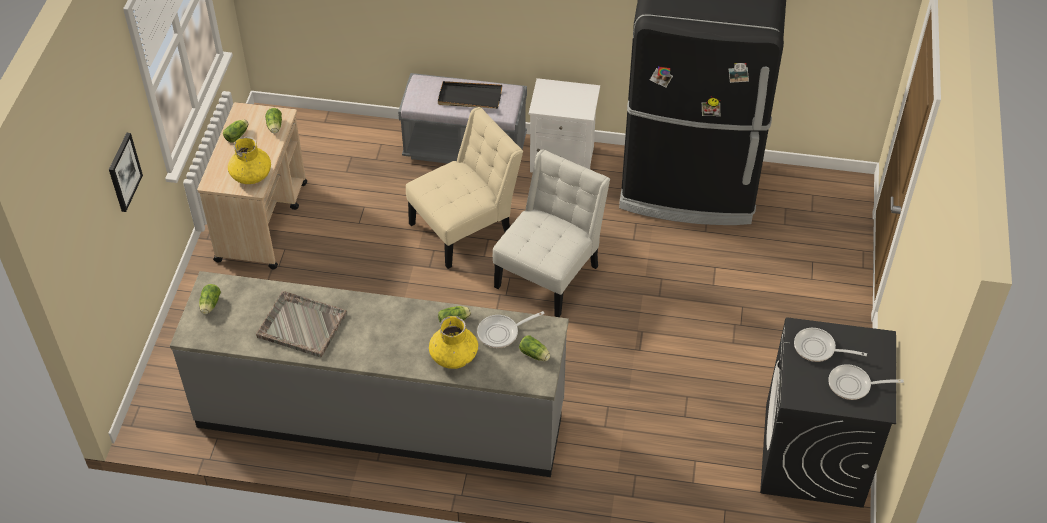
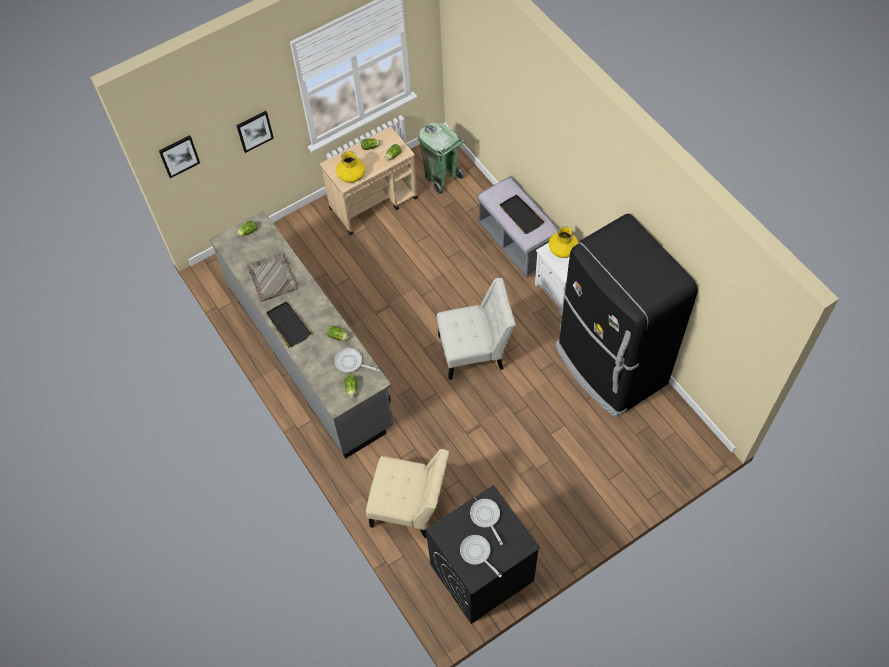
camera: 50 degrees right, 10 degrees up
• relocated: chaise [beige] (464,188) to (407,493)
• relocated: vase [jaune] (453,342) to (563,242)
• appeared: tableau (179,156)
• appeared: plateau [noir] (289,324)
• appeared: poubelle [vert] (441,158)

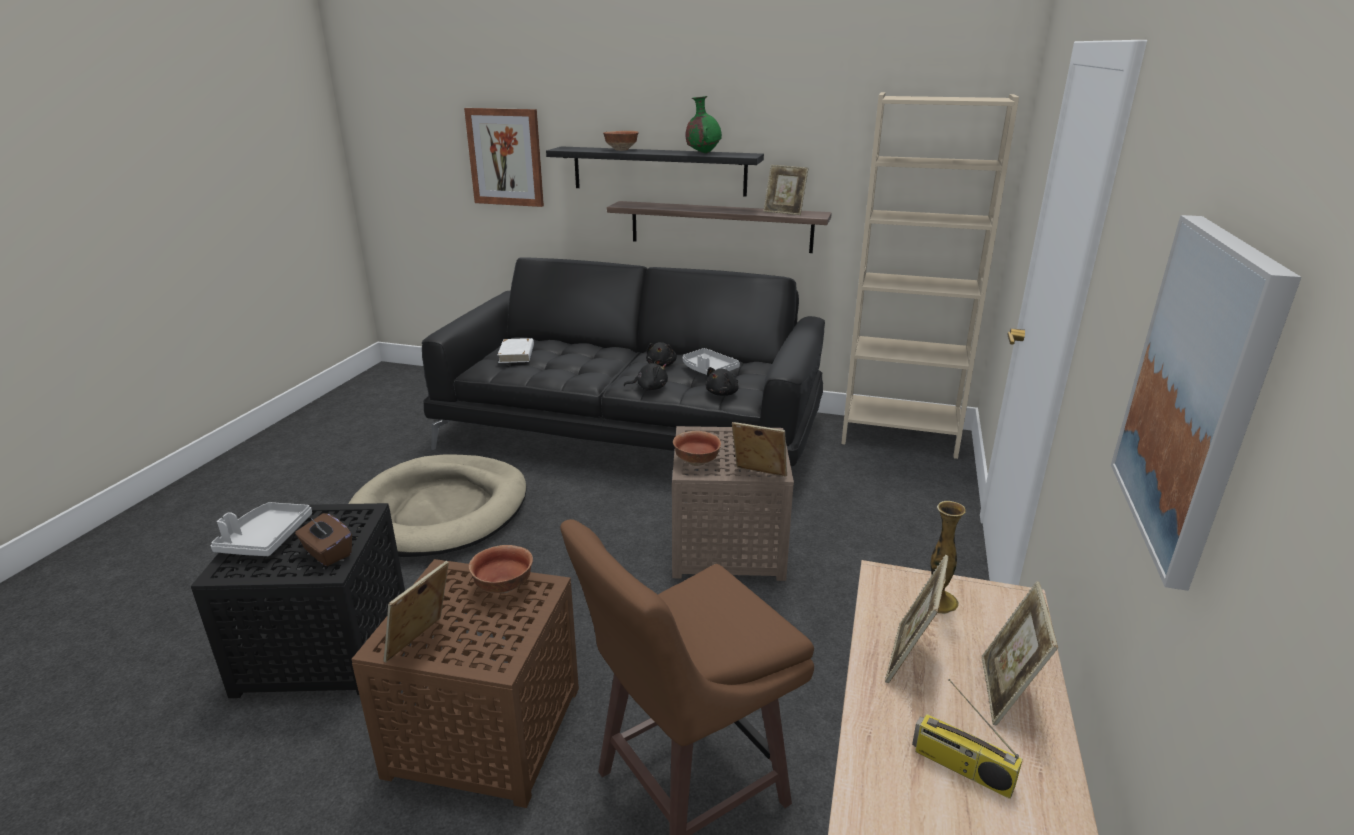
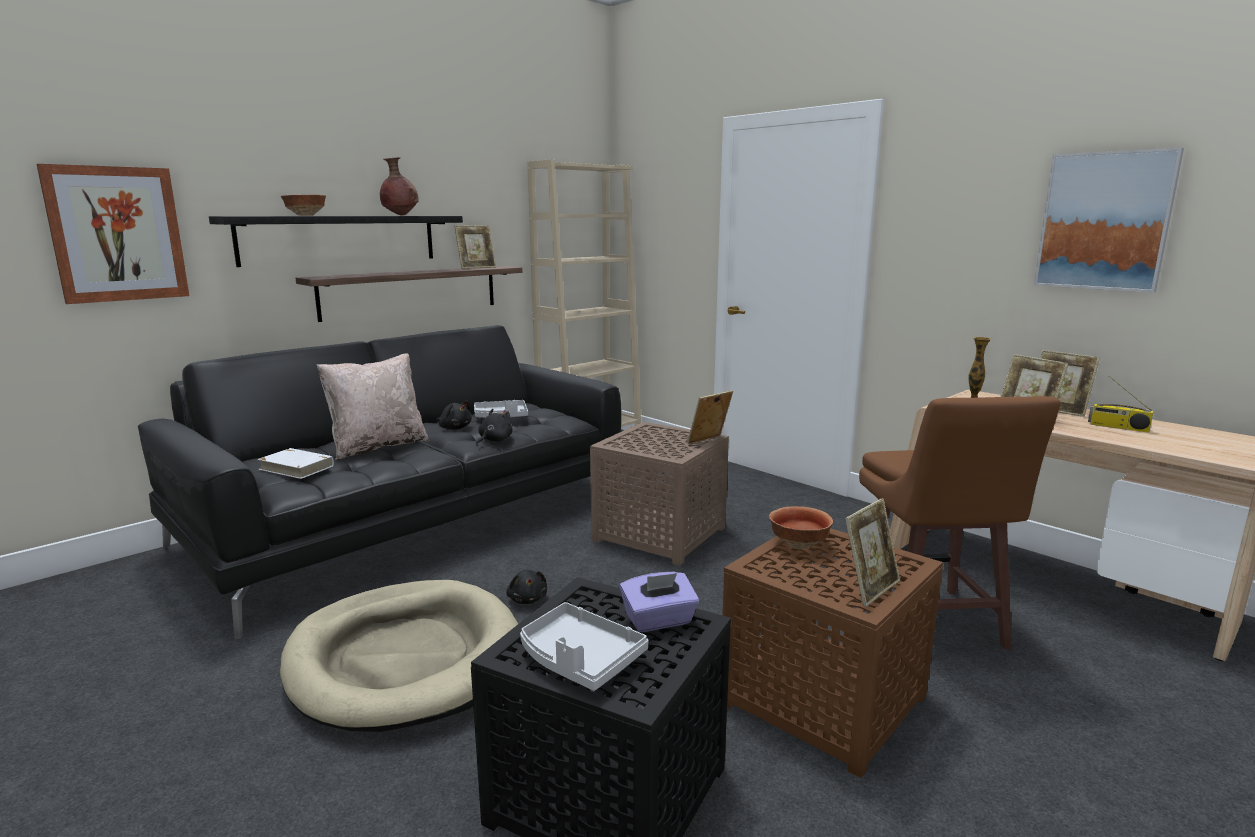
camera: 60 degrees left, 10 degrees down
• colour: boîte à mouchoirs [marron] (323,539) to boîte à mouchoirs [violet] (659,602)
• spun: cadre photo (416,611) = (872,552) 105 degrees counterclockwise
• missing: bol (697,448)
• colour: vase [vert] (704,124) to vase [marron] (399,186)
• relocated: peluche [noir] (722,381) to (526,587)
• spun: radio (967,739) = (1120,404) 60 degrees clockwise
• appeared: coussin [beige] (373,406)

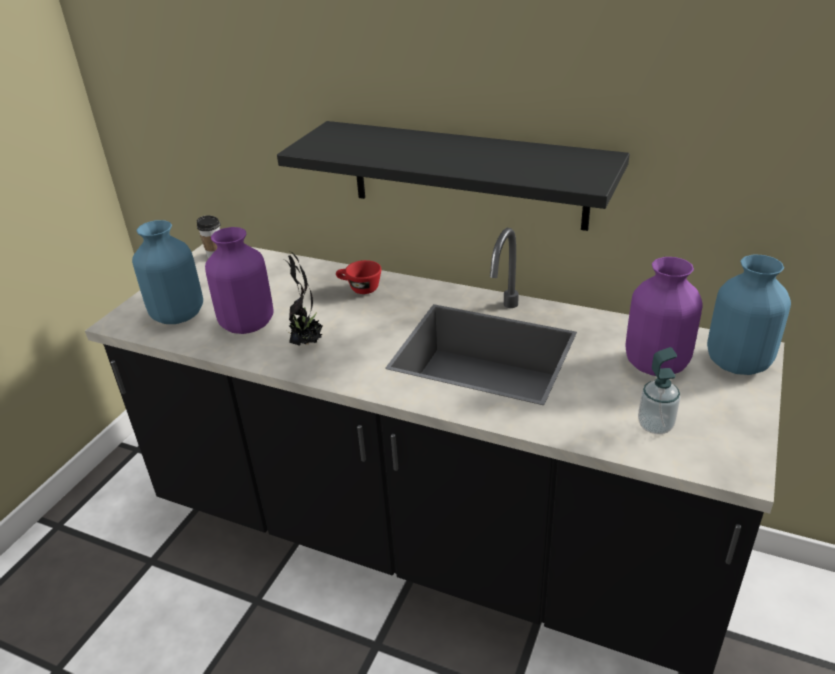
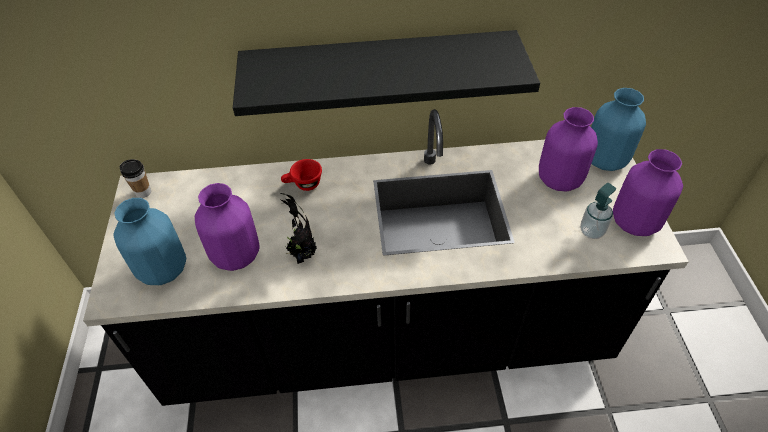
camera: 30 degrees left, 15 degrees up
• appeared: vase [violet] (648,192)

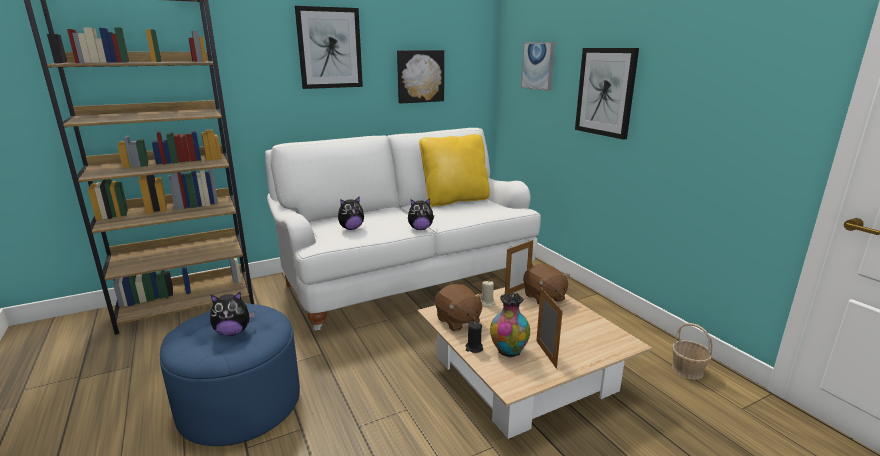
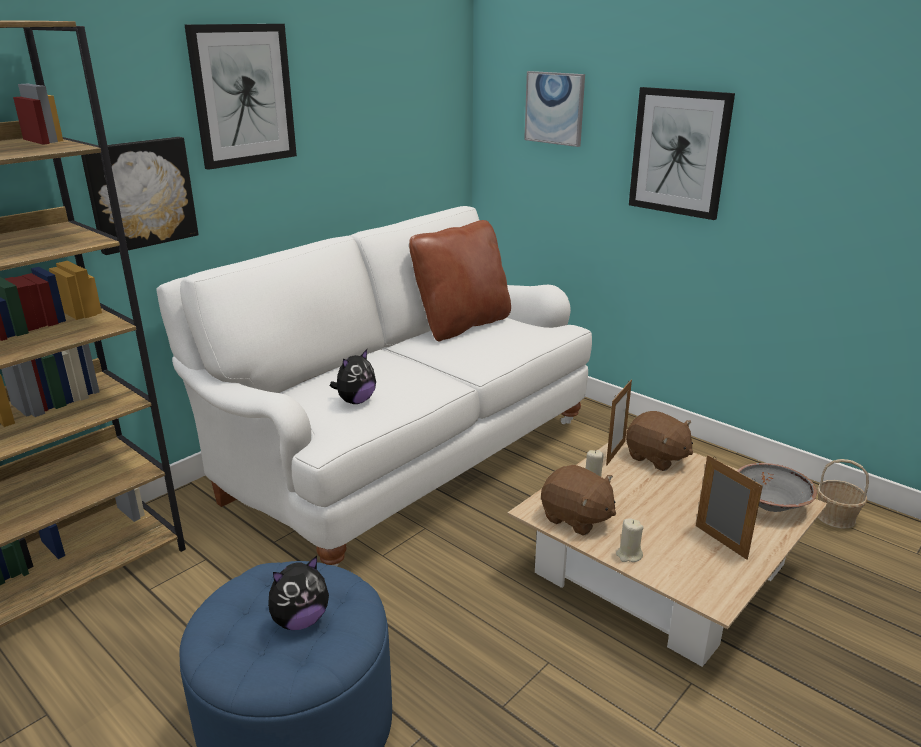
camera: 20 degrees left, 5 degrees up
• relocated: tableau (420,77) to (140,196)
• missing: peluche (421,214)
• colour: coussin [jaune] (454,170) to coussin [marron] (460,281)
• colour: bougie [noir] (474,337) to bougie [beige] (629,540)
• missing: vase (510,325)
• appeared: bol [gris] (777,487)

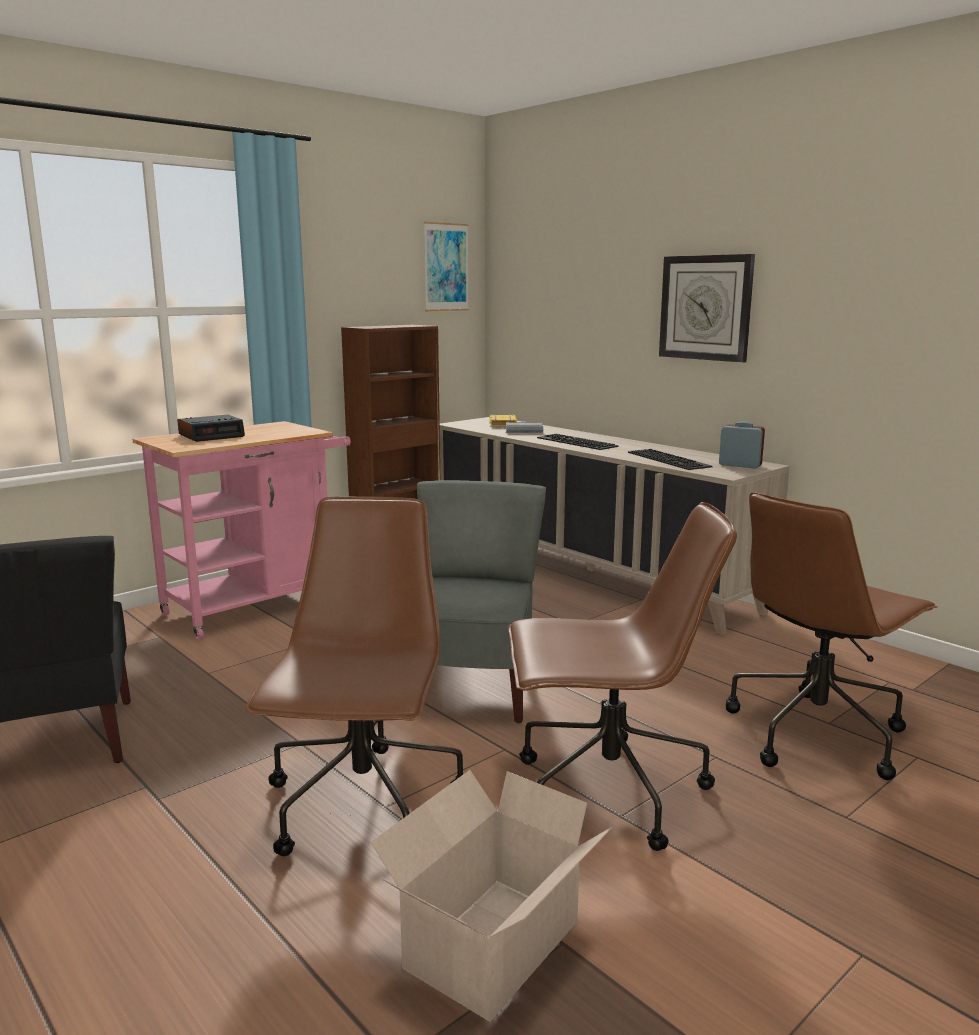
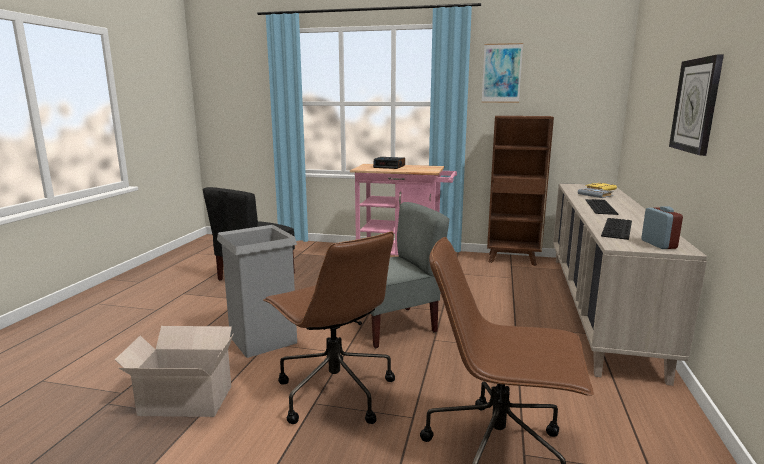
camera: 55 degrees right, 0 degrees up
• exchanged: chaise de bureau [marron] (354,676) to poubelle [gris] (257,291)
• relocated: tableau (446,266) to (502,73)

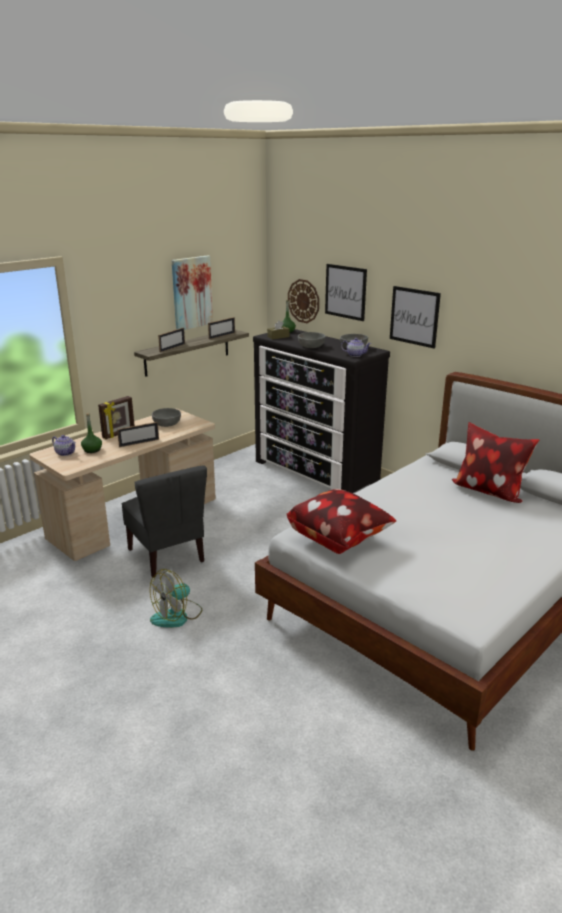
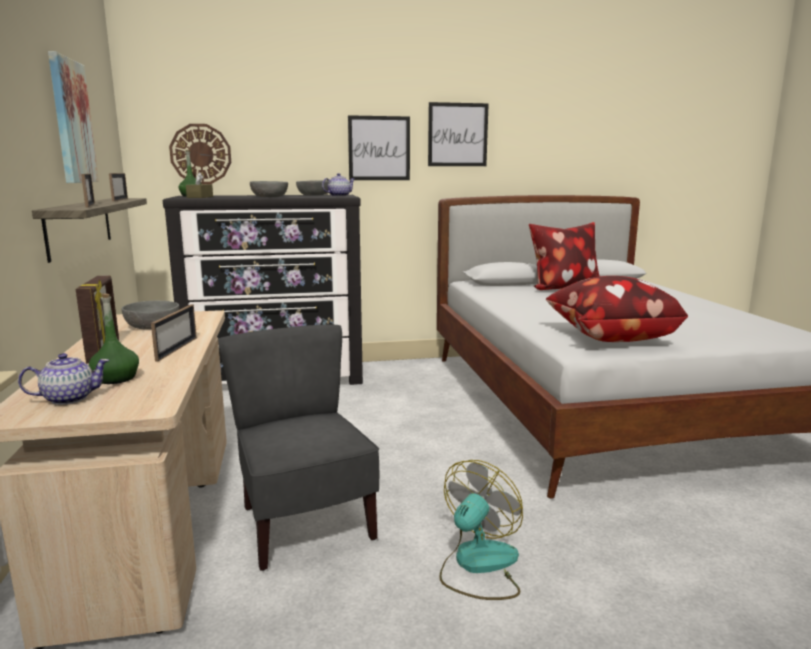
camera: 55 degrees left, 10 degrees down
• spun: chaise [gris] (164,521) = (298,448) 120 degrees counterclockwise
• spun: ventilateur (176,598) = (481,530) 135 degrees counterclockwise
• relocated: tableau (346,292) to (458,134)

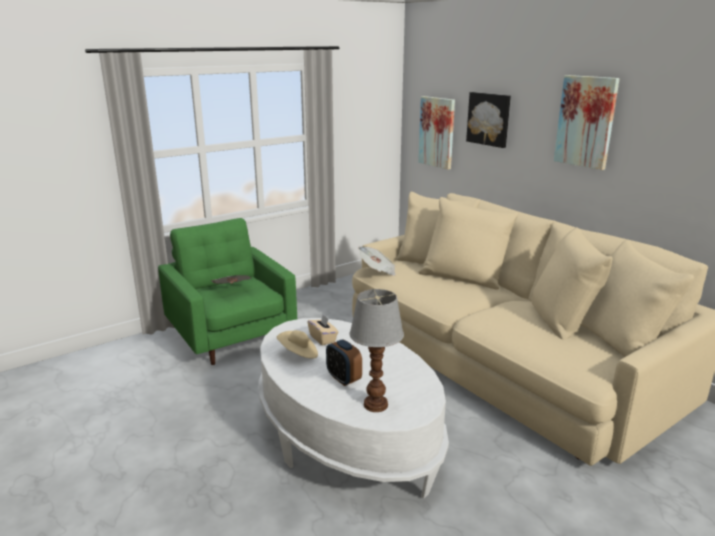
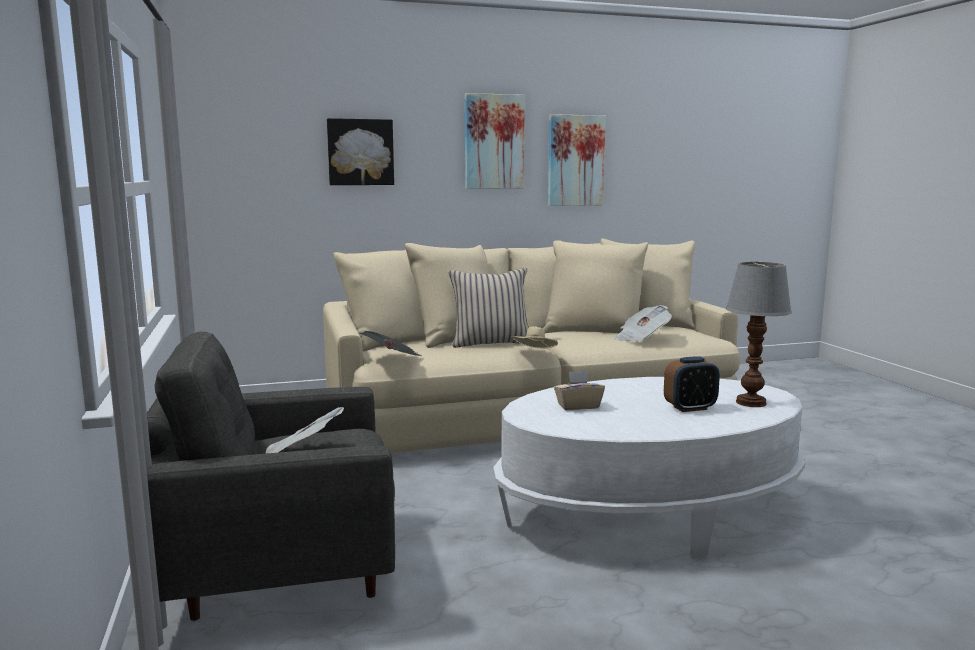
camera: 70 degrees left, 10 degrees down
• colour: fauteuil [vert] (227,291) to fauteuil [gris] (270,476)
• relocated: chapeau [beige] (297,344) to (534,338)
• relocated: tableau (436,133) to (577,160)
• appeared: coussin [beige] (488,308)
• appeared: journal (643,323)

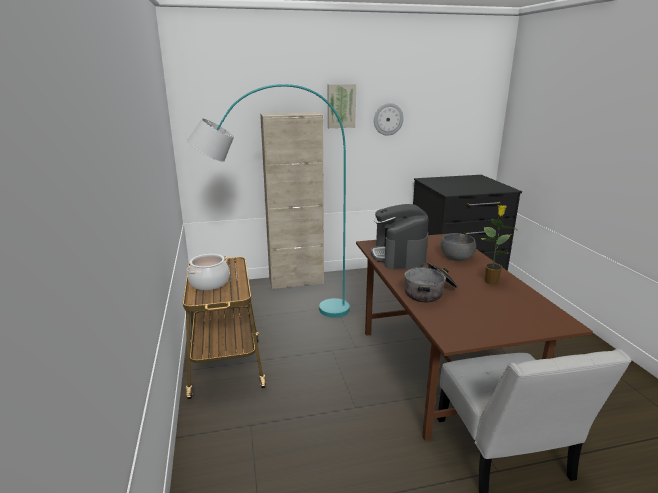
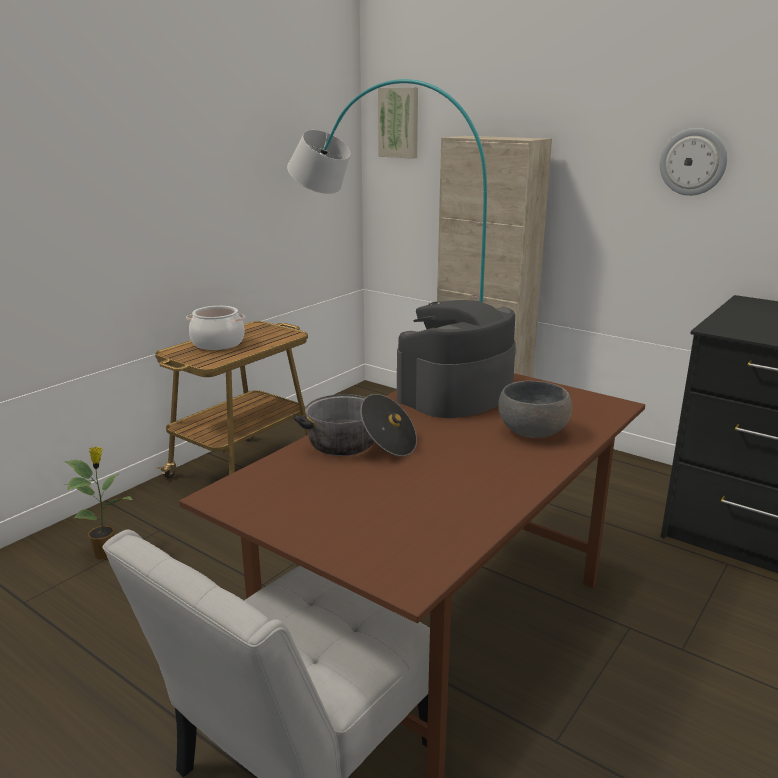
camera: 50 degrees right, 0 degrees up
• relocated: tableau (342,106) to (398,123)
• relocated: plante en pot (499,245) to (98,503)

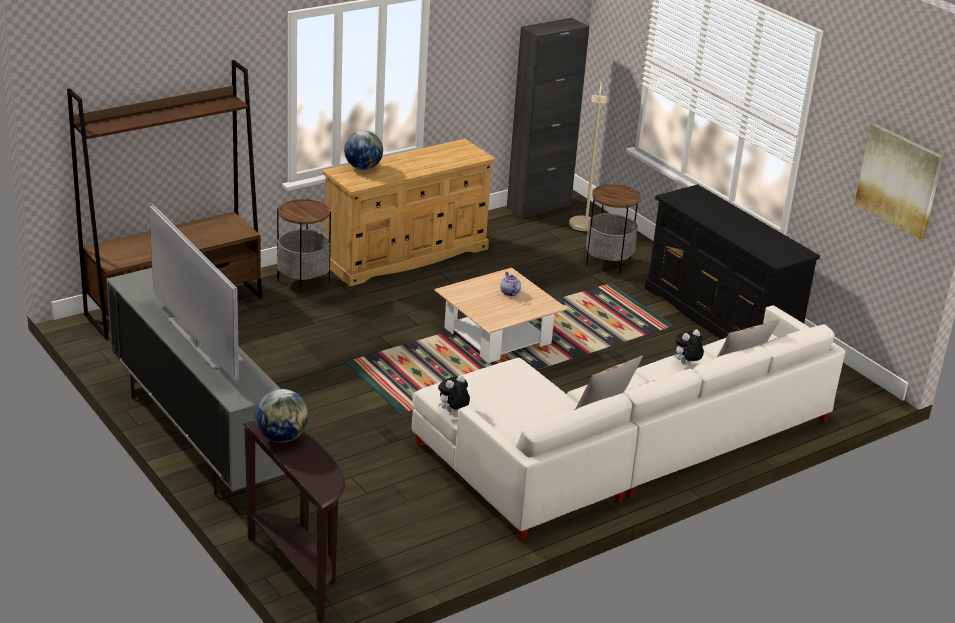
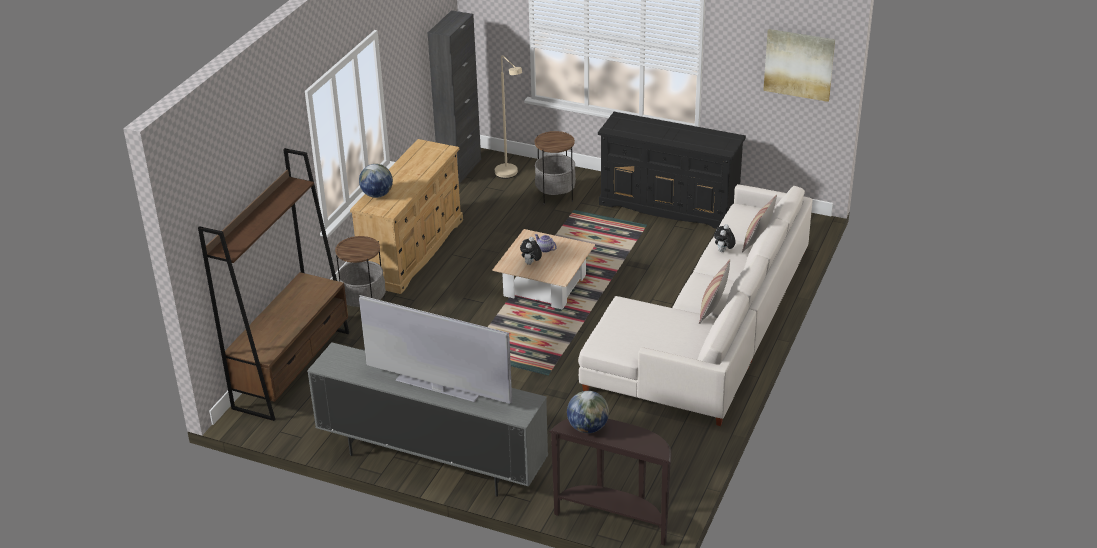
camera: 30 degrees left, 5 degrees up
• relocated: peluche (454,393) to (531,251)

